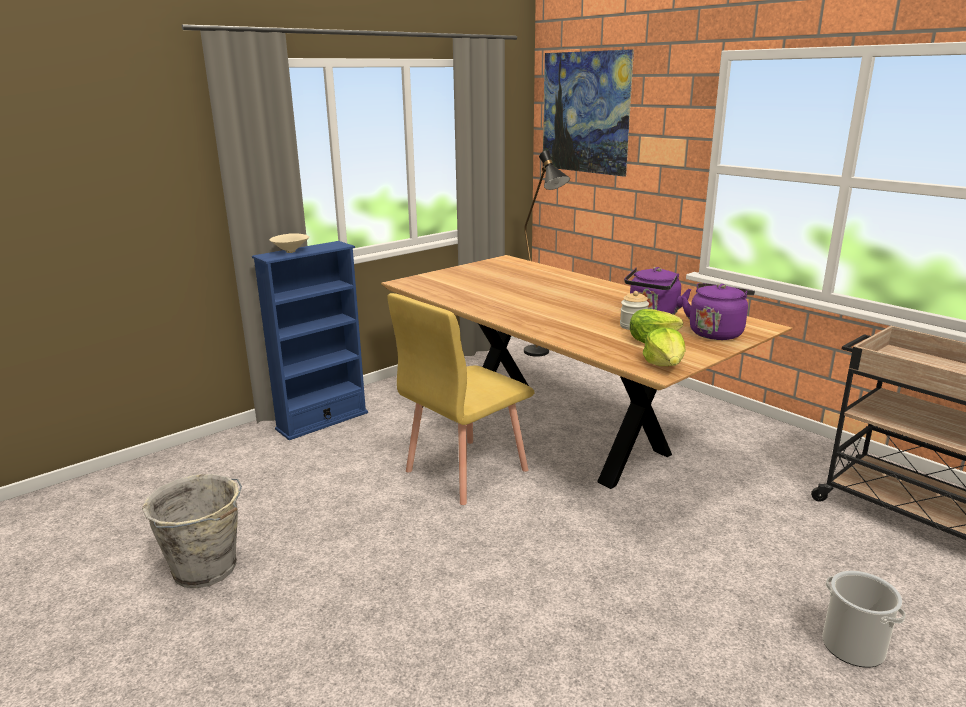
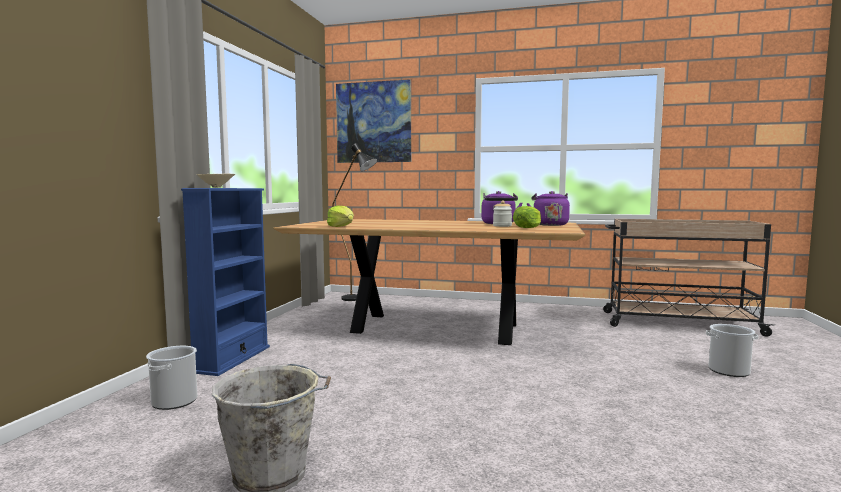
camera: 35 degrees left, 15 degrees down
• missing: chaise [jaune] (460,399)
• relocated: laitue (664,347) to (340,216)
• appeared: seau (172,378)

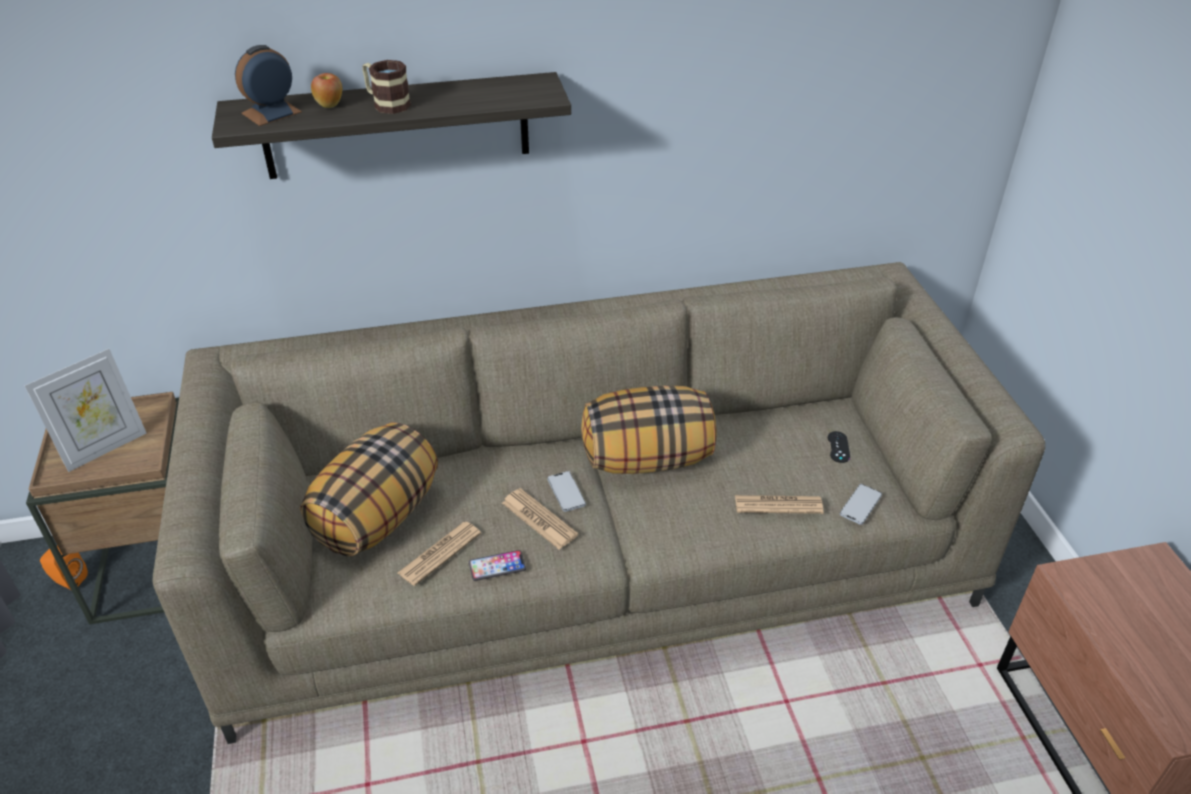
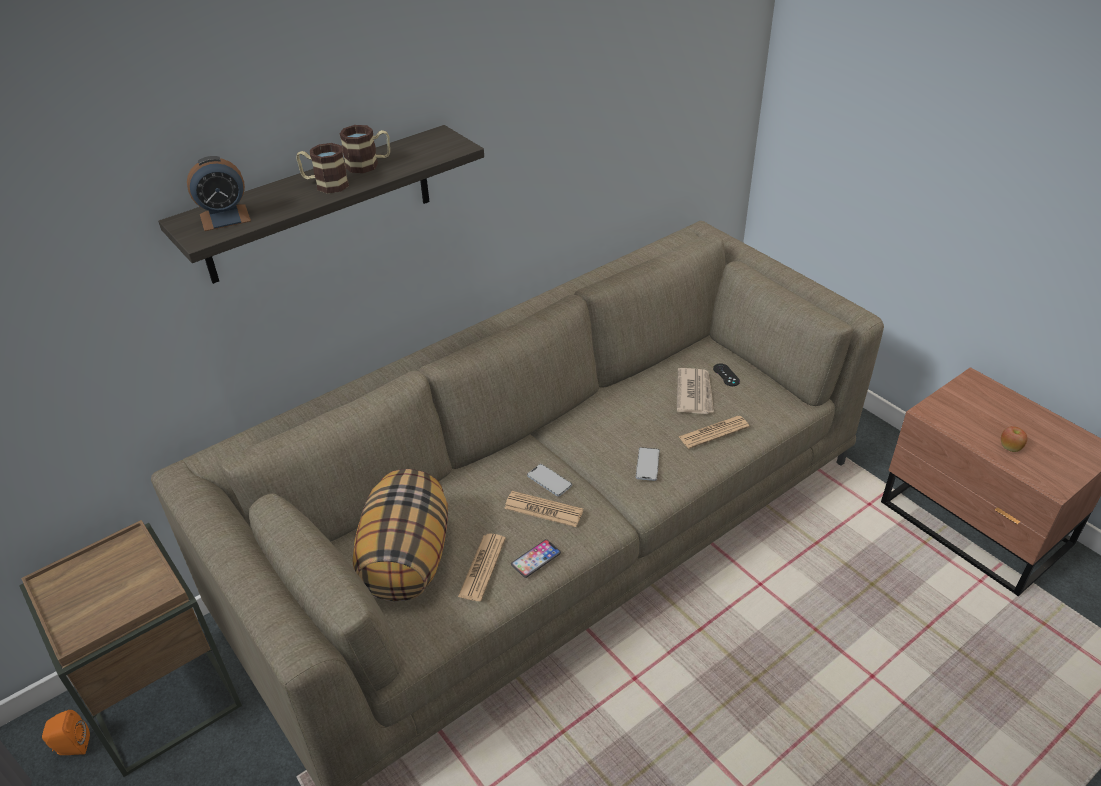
camera: 25 degrees left, 0 degrees up
• missing: cadre photo (85,410)
• spun: réveil (268,85) = (219,193) 135 degrees counterclockwise
• relocated: pomme (326,90) to (1014,439)
• missing: coussin (648,429)
• relocated: téléphone (861,504) to (648,464)
• appeared: mug (365,149)
• appeared: journal (695,391)

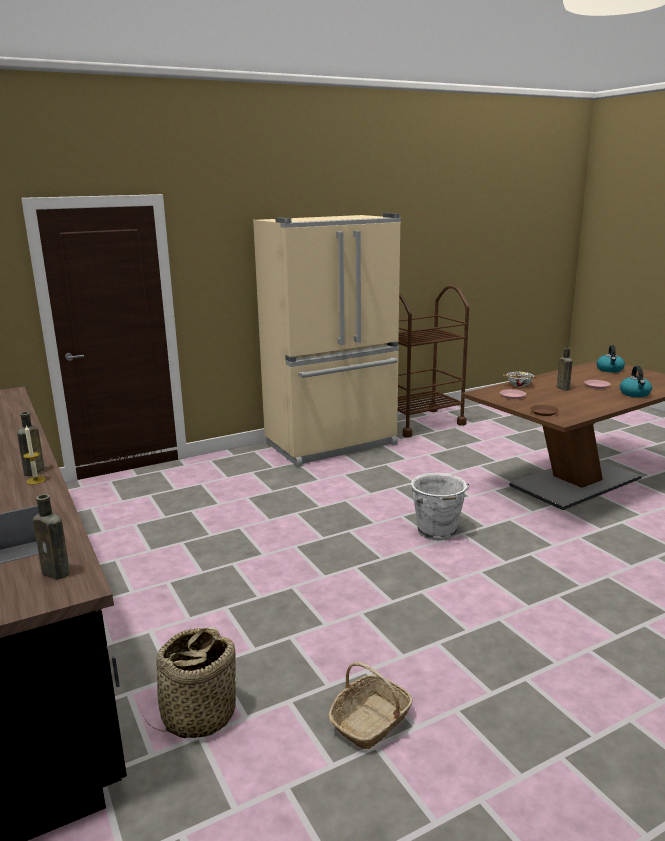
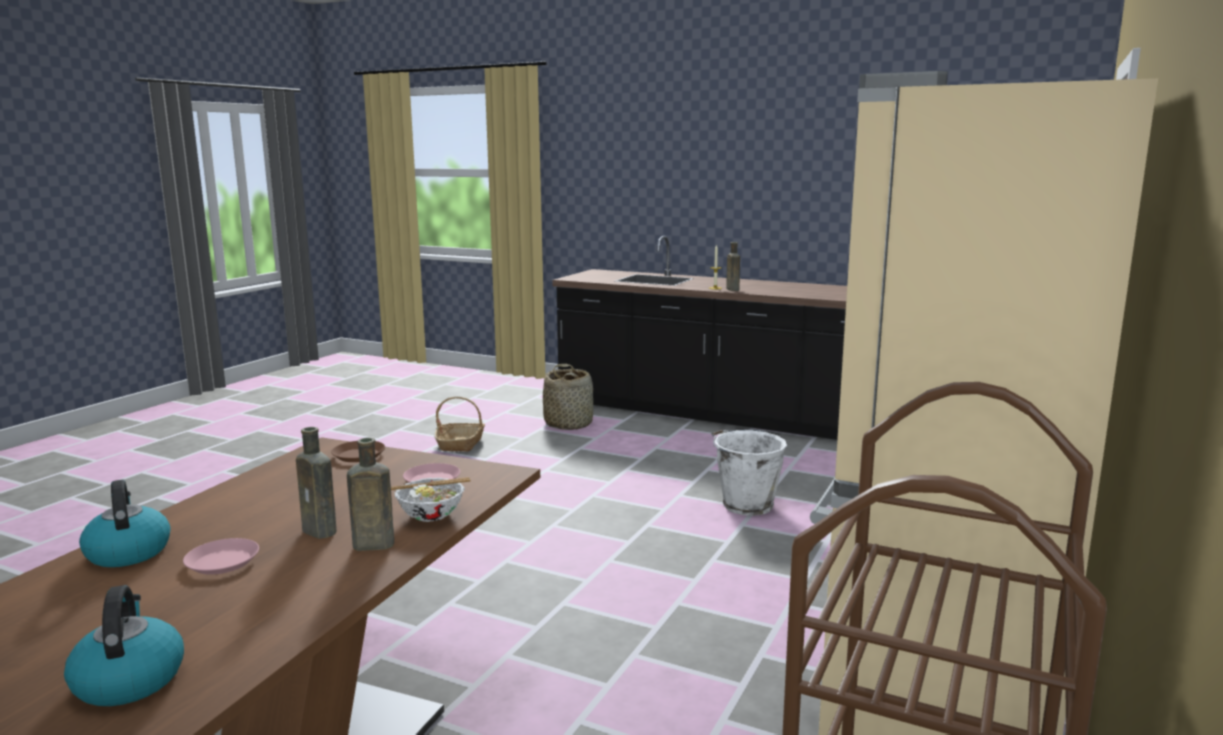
camera: 145 degrees right, 5 degrees down
• relocated: bouteille [marron] (51,537) to (370,494)
• relocated: seau [blanc] (440,507) to (749,473)

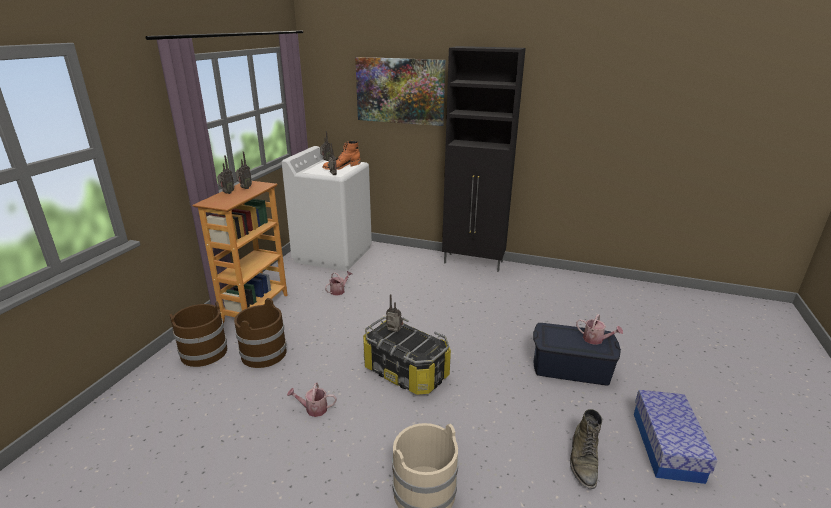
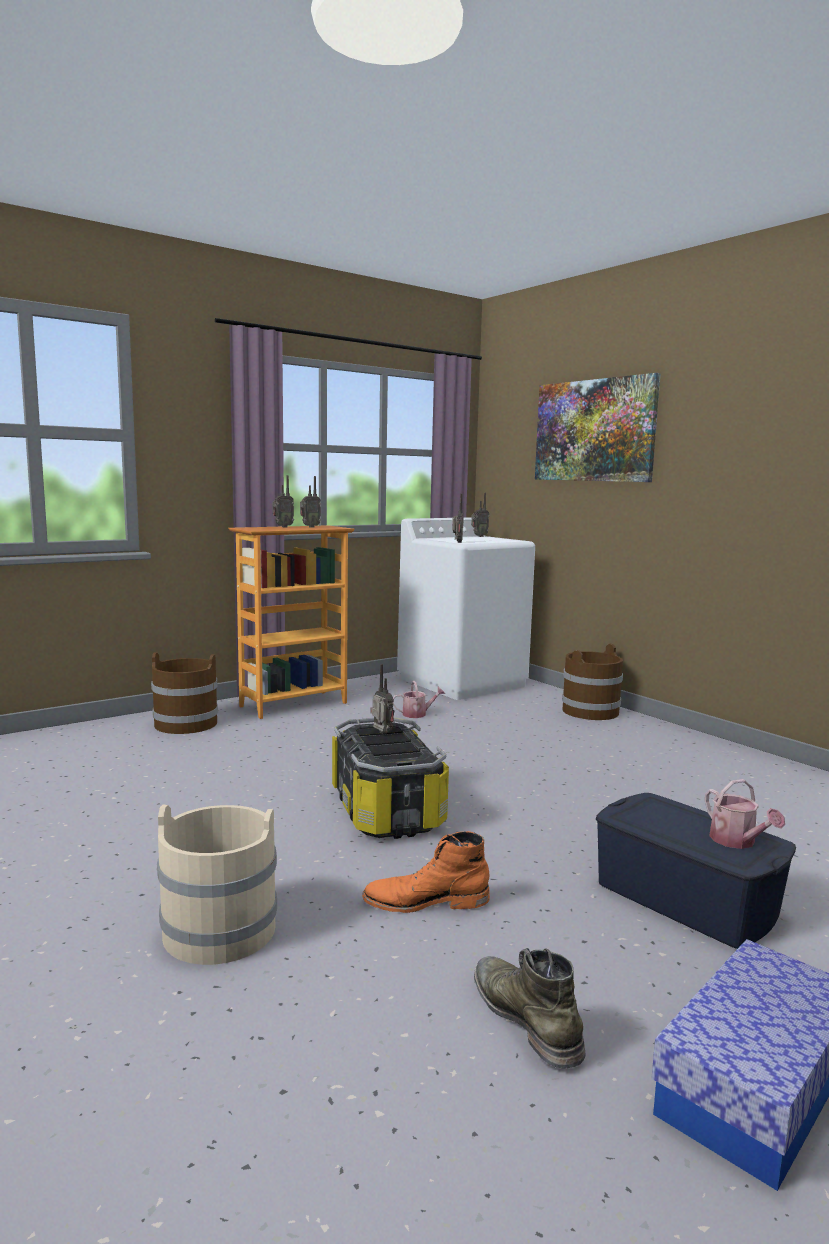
camera: 35 degrees right, 15 degrees down
• relocated: seau [marron] (260,333) to (592,682)
• missing: arrosoir (311,400)
• relocated: botte [orange] (341,155) to (426,872)
• missing: meuble de rangement [noir] (484,159)
• spun: botte [vert] (586,449) = (529,1008) 105 degrees clockwise

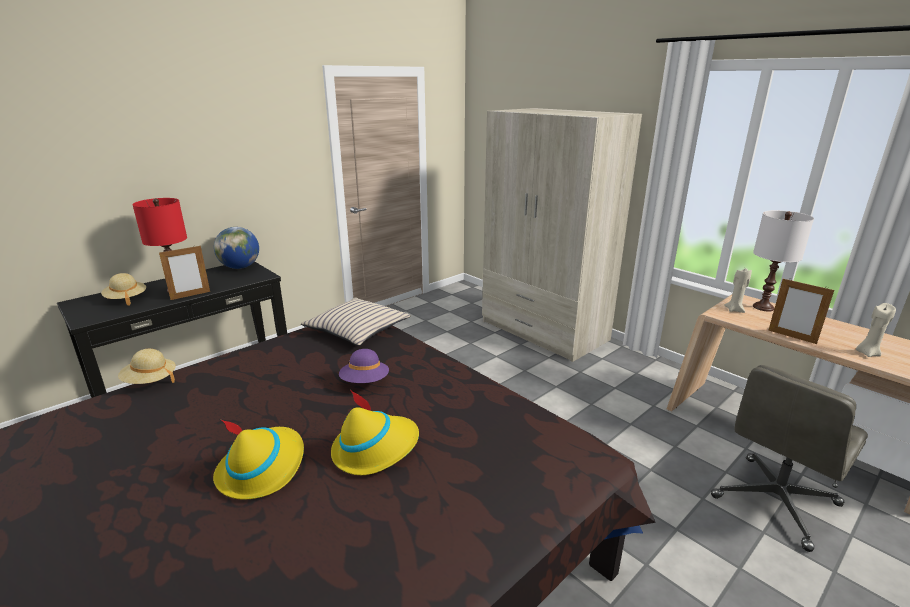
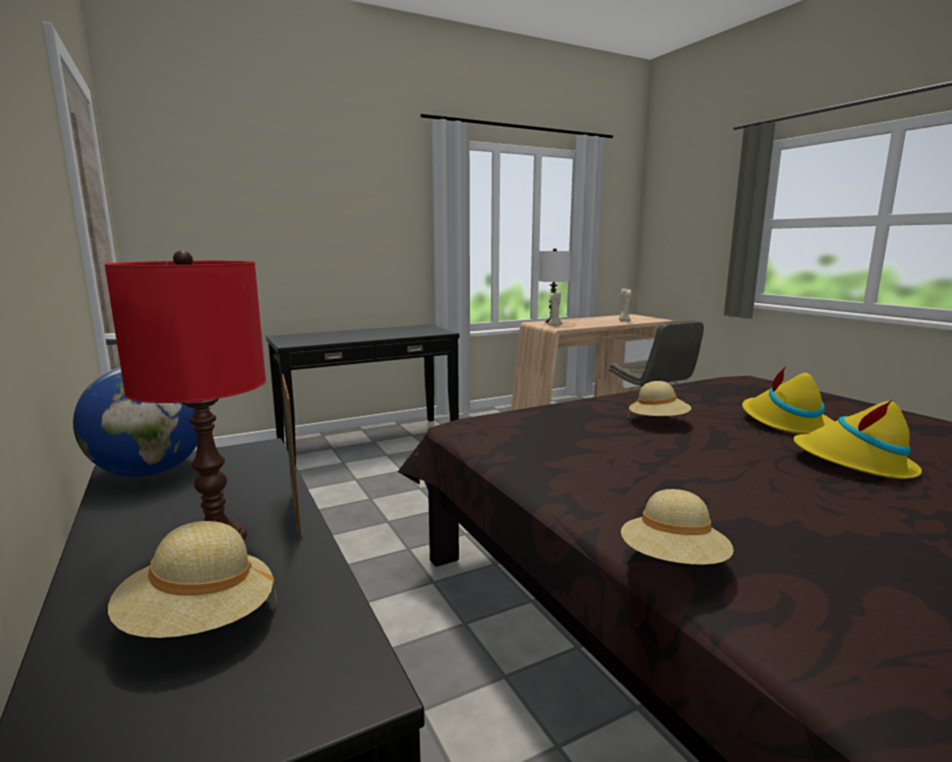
camera: 75 degrees left, 10 degrees down
• missing: coussin [beige] (356,322)
• colour: chapeau [violet] (364,366) to chapeau [beige] (659,399)
• exchanged: armoire [beige] (562,235) to table console [noir] (363,394)
• missing: cadre photo (801,311)

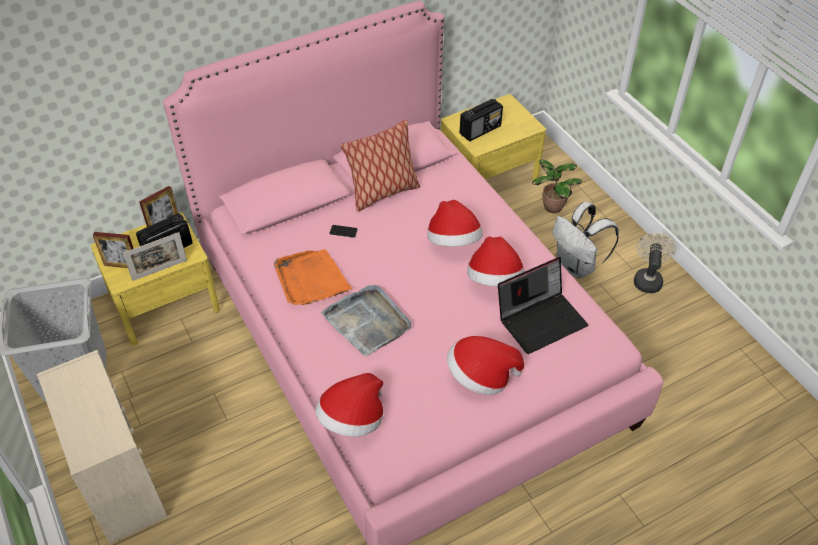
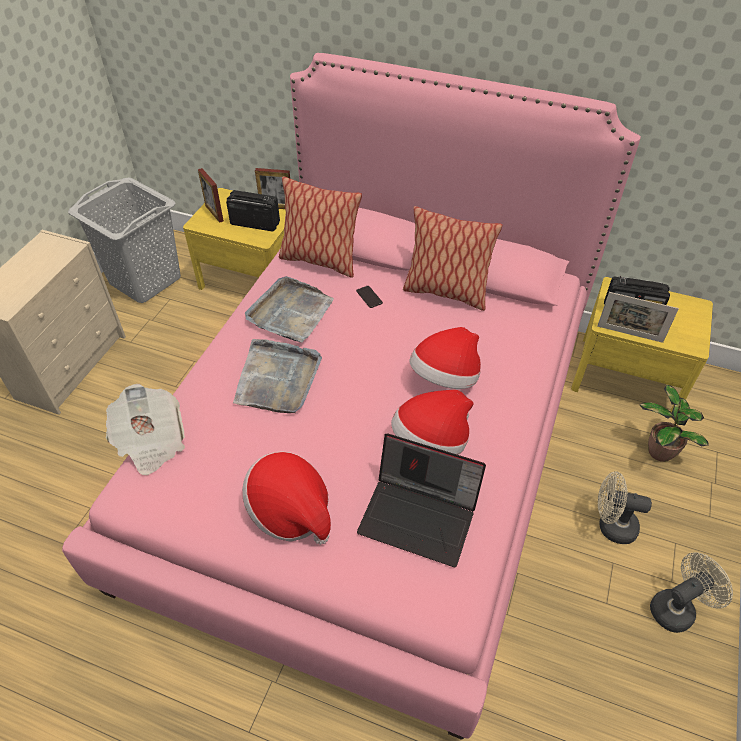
camera: 50 degrees right, 0 degrees up
• relocated: cadre photo (155,256) to (638,317)
• colour: plateau [orange] (313,277) to plateau [gris] (289,309)
• exchanged: chapeau (349,405) to journal (145,430)
• exchanged: sac à dos [blanc] (586,240) to ventilateur [beige] (625,507)
• appeared: coussin (320,227)

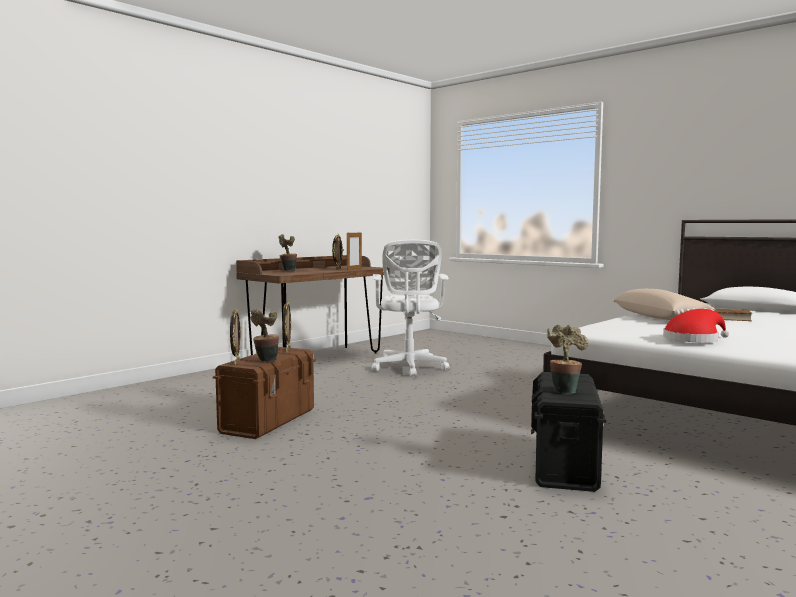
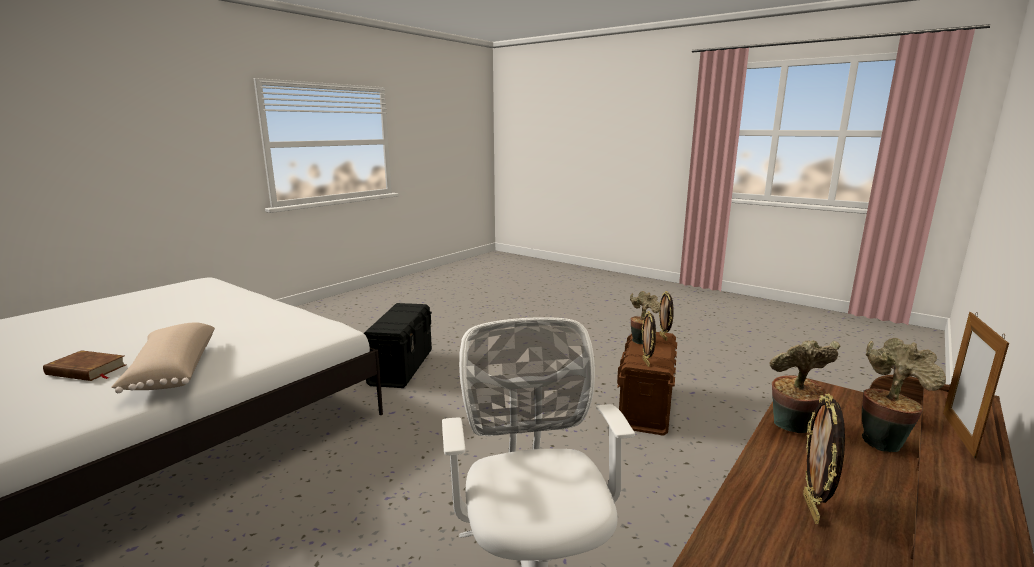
camera: 175 degrees right, 10 degrees up
• relocated: cadre photo (354,251) to (976,385)
• relocated: plante en pot (568,359) to (804,386)
• missing: chapeau [rouge] (696,325)

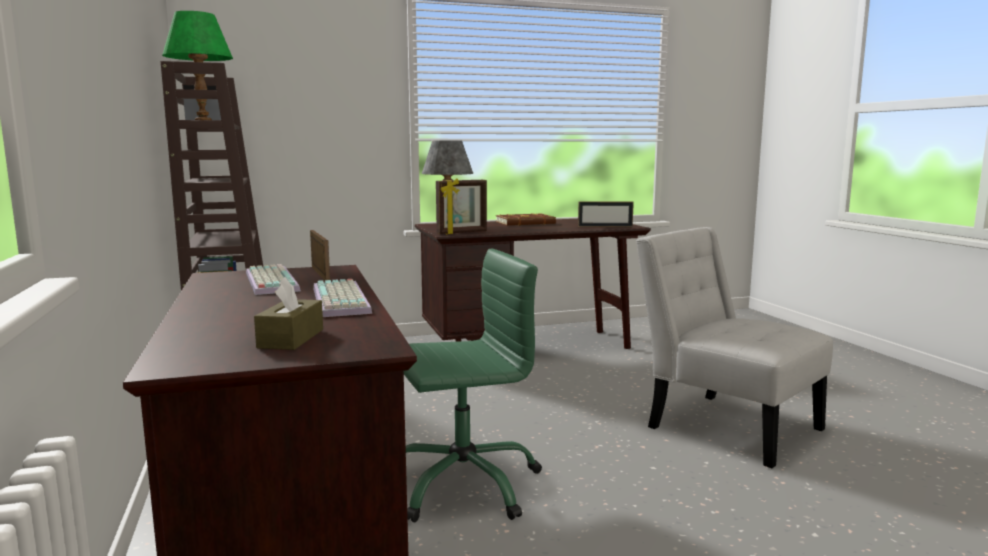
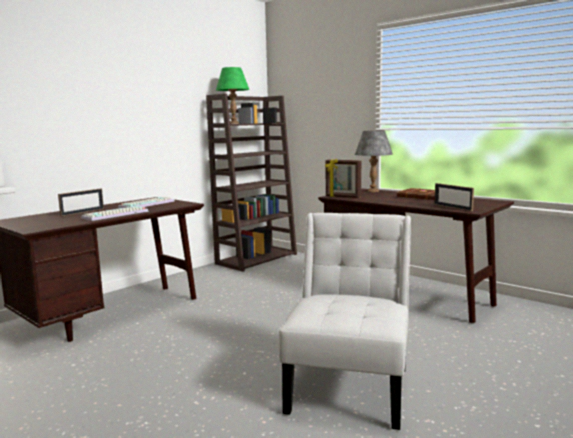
camera: 60 degrees right, 0 degrees up
• missing: boîte à mouchoirs [marron] (288,313)
• relocated: cadre photo (320,255) to (81,202)
• missing: chaise de bureau [vert] (473,386)

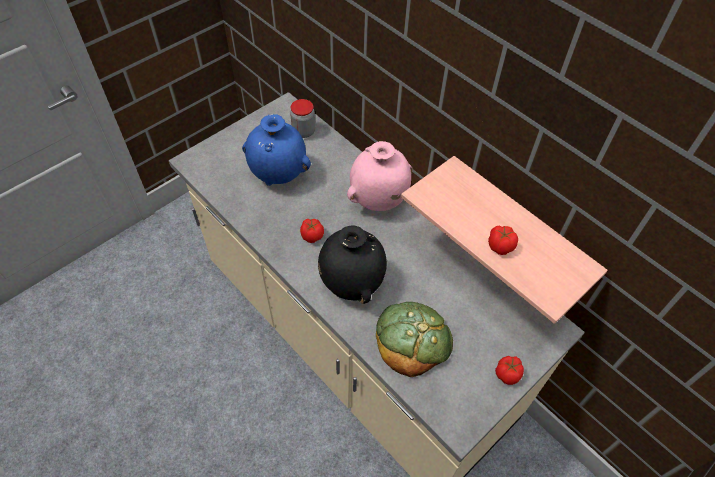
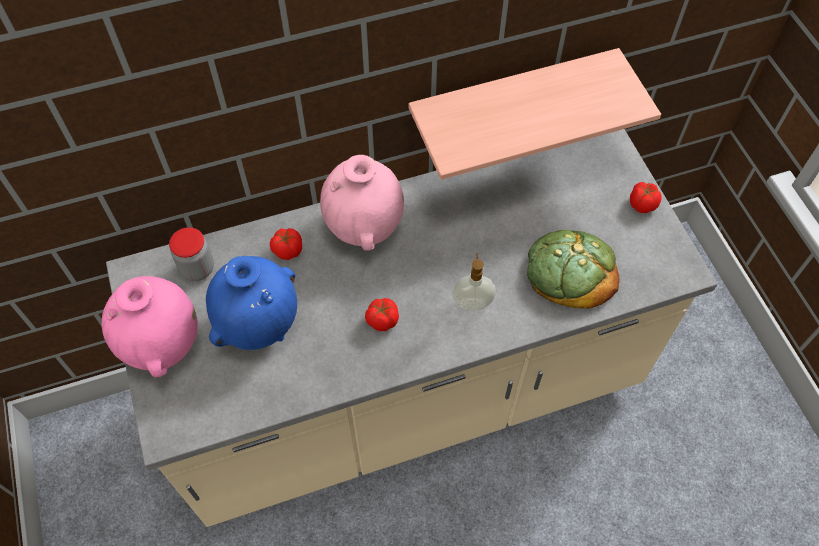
camera: 65 degrees left, 5 degrees up
• exchanged: vase [noir] (352,265) to distributeur de savon (474,281)
• relocated: tomate (503,240) to (286,244)
• appeared: vase [rose] (150,326)

